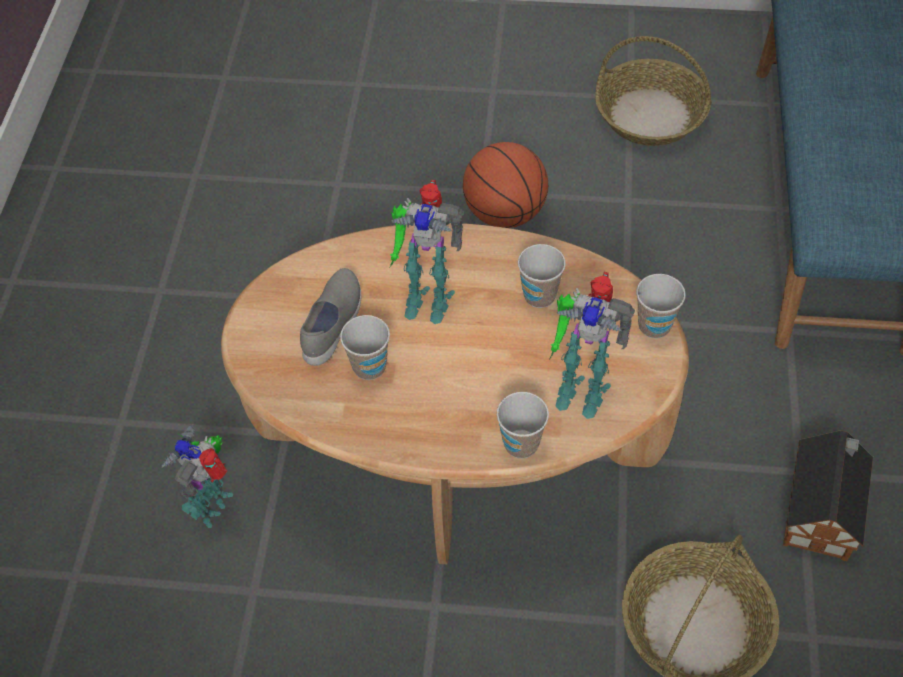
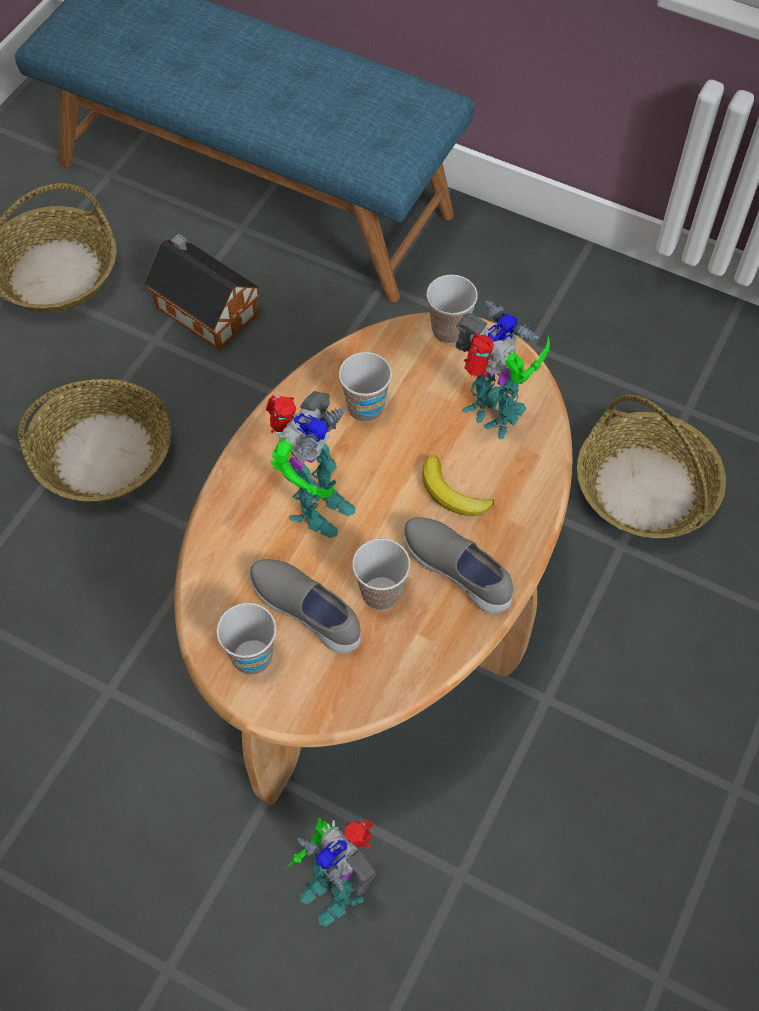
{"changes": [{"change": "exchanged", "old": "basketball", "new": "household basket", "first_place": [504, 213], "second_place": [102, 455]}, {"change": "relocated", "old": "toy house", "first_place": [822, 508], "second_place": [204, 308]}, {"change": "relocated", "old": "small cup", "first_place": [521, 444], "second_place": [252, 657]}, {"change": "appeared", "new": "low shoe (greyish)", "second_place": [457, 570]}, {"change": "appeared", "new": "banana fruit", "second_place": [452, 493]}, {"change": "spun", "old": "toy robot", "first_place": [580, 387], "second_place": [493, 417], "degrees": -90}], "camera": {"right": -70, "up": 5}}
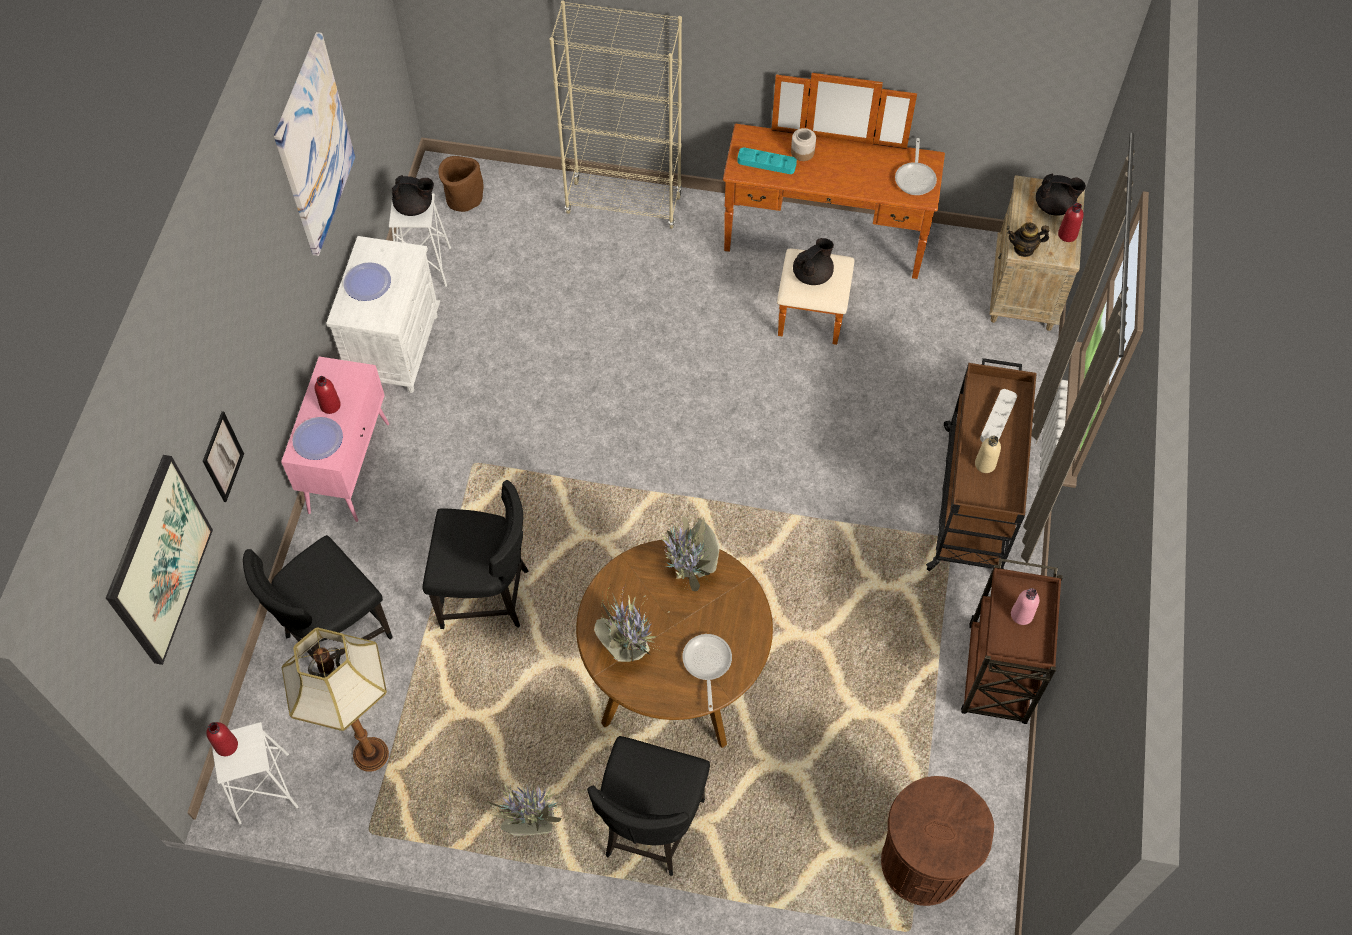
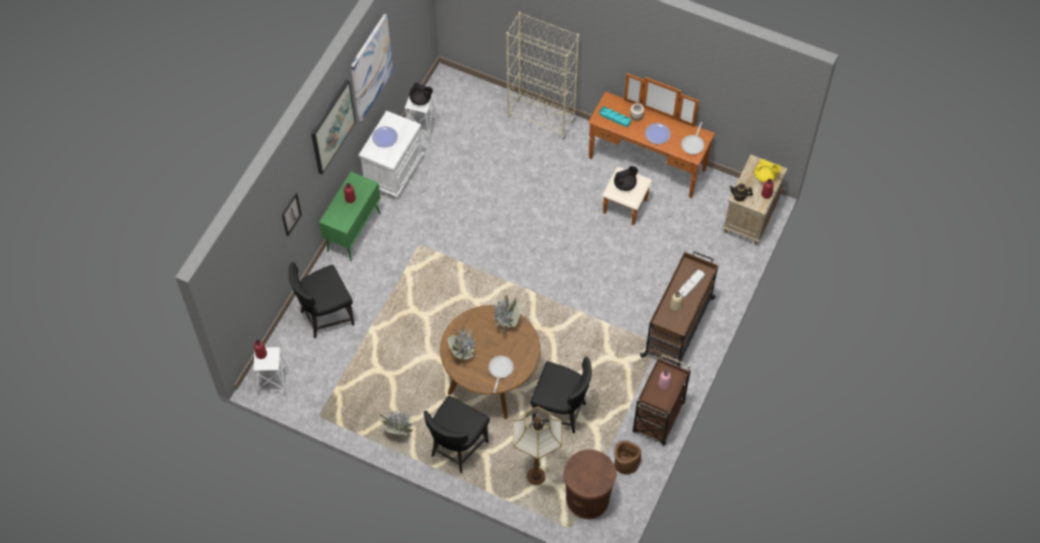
{"changes": [{"change": "relocated", "old": "wall picture", "first_place": [158, 561], "second_place": [332, 126]}, {"change": "colour", "old": "storage cabinet (pinkish)", "new": "storage cabinet (green)", "first_place": [349, 466], "second_place": [354, 232]}, {"change": "relocated", "old": "floor lamp", "first_place": [372, 755], "second_place": [536, 477]}, {"change": "relocated", "old": "upright chair (black)", "first_place": [487, 596], "second_place": [560, 412]}, {"change": "relocated", "old": "plant pot (brown-coloured)", "first_place": [464, 197], "second_place": [626, 463]}, {"change": "relocated", "old": "dinner plate", "first_place": [318, 439], "second_place": [657, 134]}, {"change": "colour", "old": "teapot (black)", "new": "teapot (yellow-coloured)", "first_place": [1054, 206], "second_place": [765, 177]}], "camera": {"right": 15, "up": 0}}
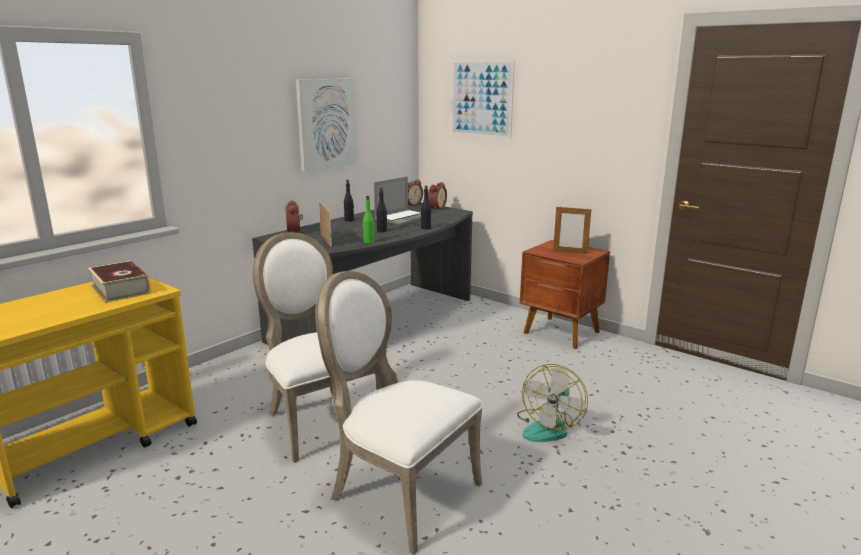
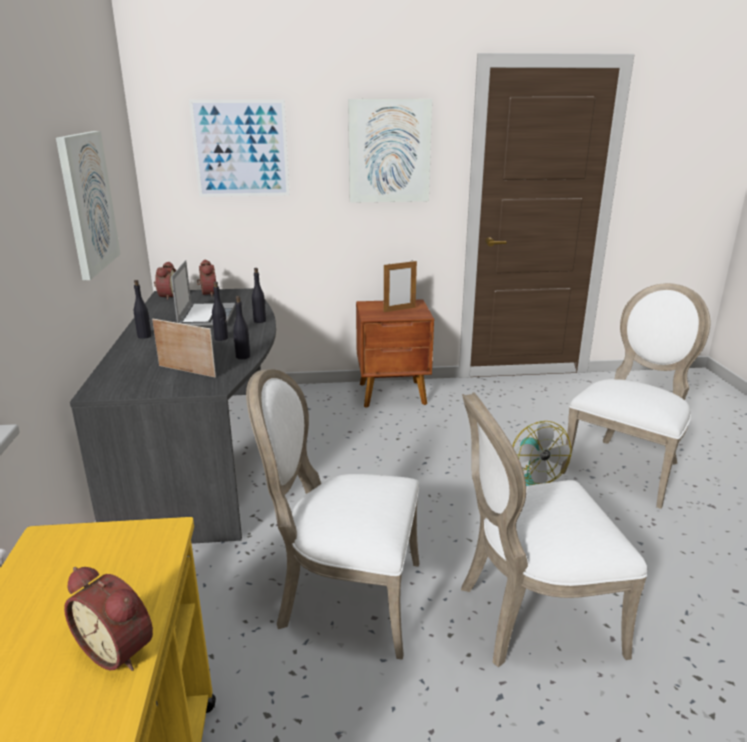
{"changes": [{"change": "relocated", "old": "alarm clock", "first_place": [295, 231], "second_place": [120, 648]}, {"change": "colour", "old": "drink bottle (green)", "new": "drink bottle (black)", "first_place": [368, 242], "second_place": [242, 356]}, {"change": "appeared", "new": "wall picture", "second_place": [389, 151]}, {"change": "appeared", "new": "upright chair (whitish)", "second_place": [626, 467]}, {"change": "missing", "old": "book", "first_place": [120, 289]}], "camera": {"right": -45, "up": 5}}
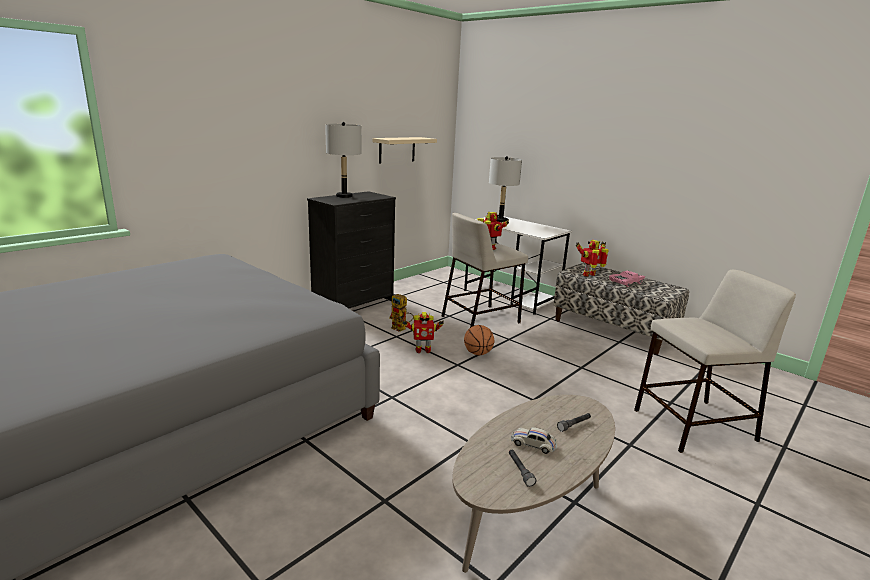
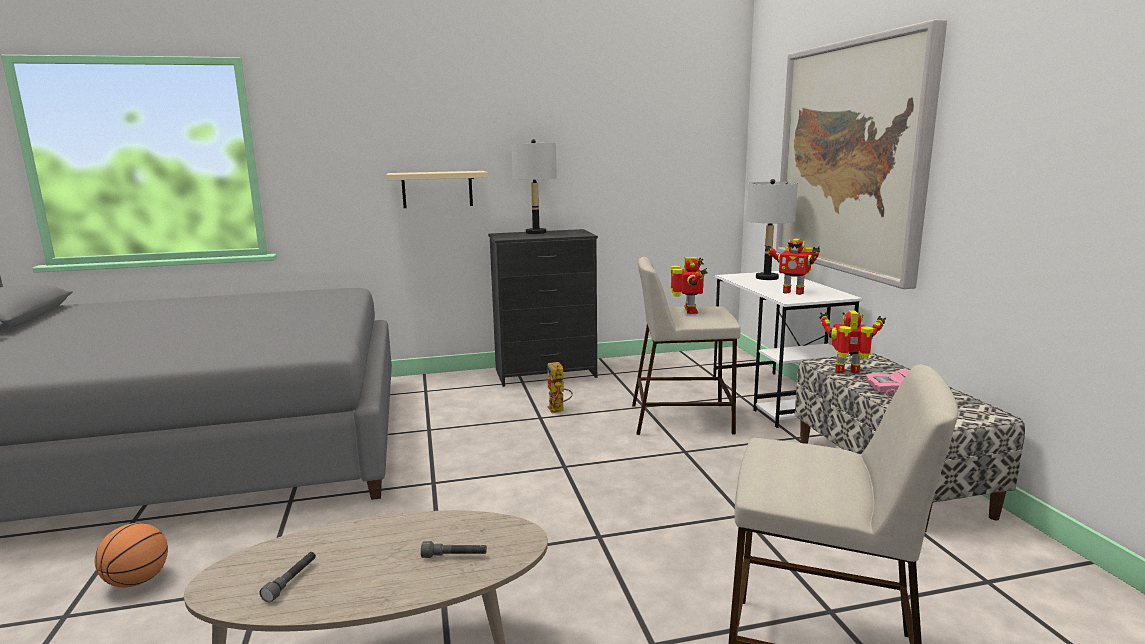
{"changes": [{"change": "relocated", "old": "basketball", "first_place": [478, 353], "second_place": [137, 581]}, {"change": "relocated", "old": "wall shelf (beige)", "first_place": [397, 150], "second_place": [437, 189]}, {"change": "relocated", "old": "toy robot", "first_place": [422, 350], "second_place": [792, 292]}, {"change": "appeared", "new": "wall picture", "second_place": [850, 158]}, {"change": "missing", "old": "miniature car (whitish)", "first_place": [533, 444]}], "camera": {"right": 35, "up": -5}}
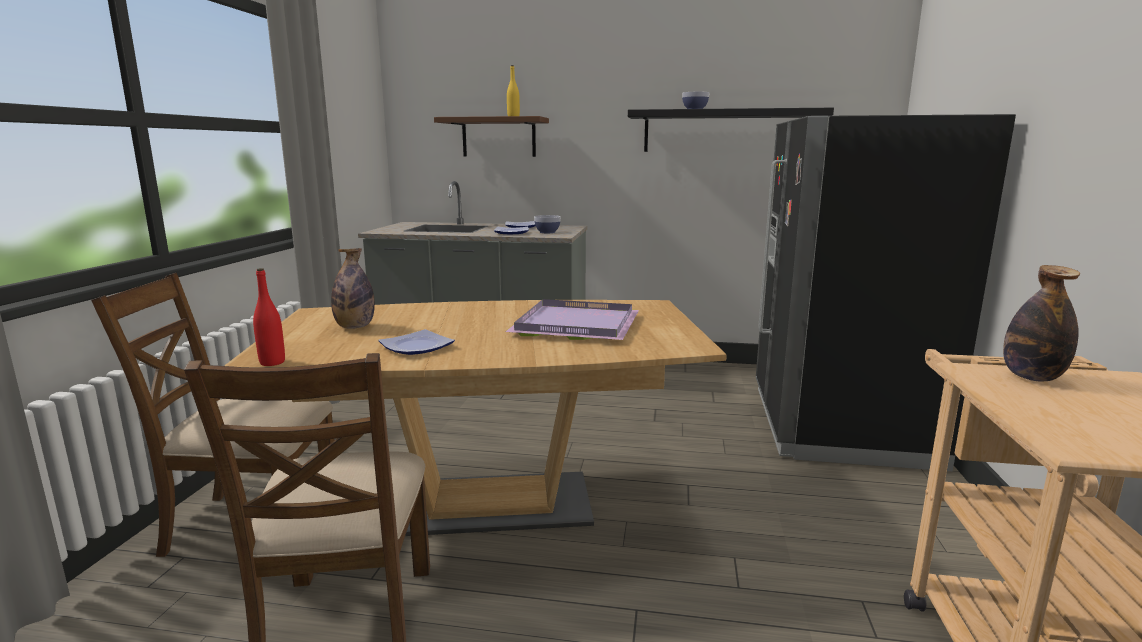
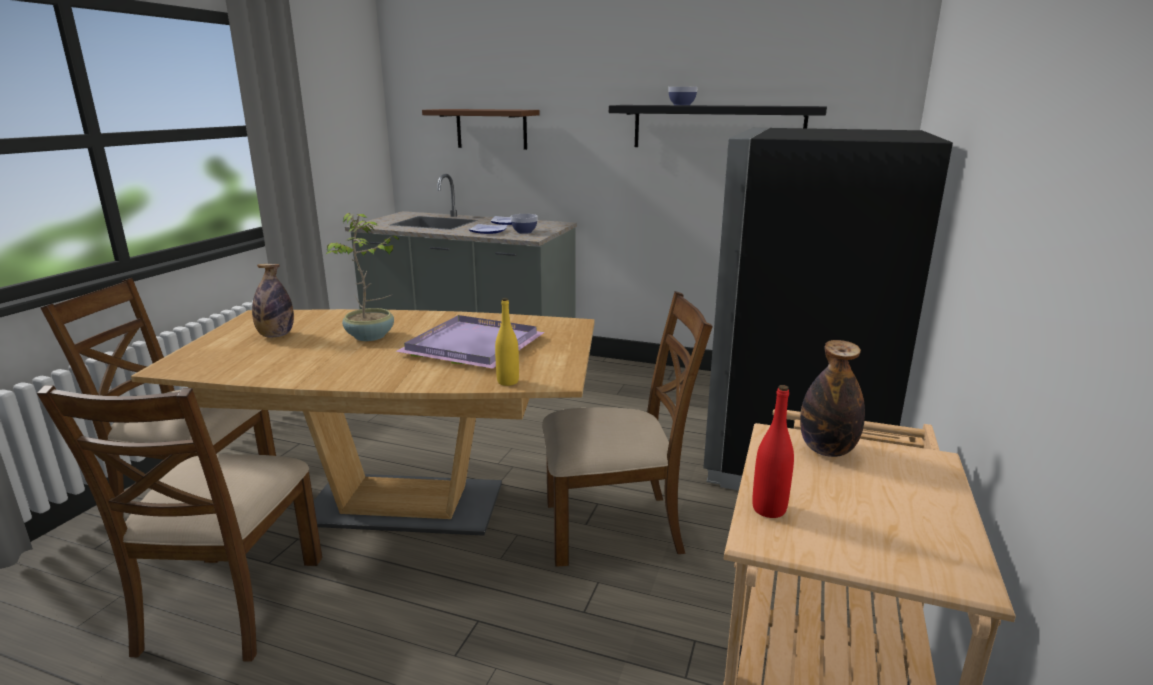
{"changes": [{"change": "appeared", "new": "potted plant", "second_place": [371, 336]}, {"change": "relocated", "old": "drink bottle (yellow-coloured)", "first_place": [513, 116], "second_place": [508, 381]}, {"change": "appeared", "new": "upright chair (brown-coloured)", "second_place": [614, 527]}, {"change": "relocated", "old": "drink bottle (red-coloured)", "first_place": [272, 362], "second_place": [769, 509]}, {"change": "missing", "old": "dinner plate", "first_place": [417, 346]}], "camera": {"right": 10, "up": 5}}
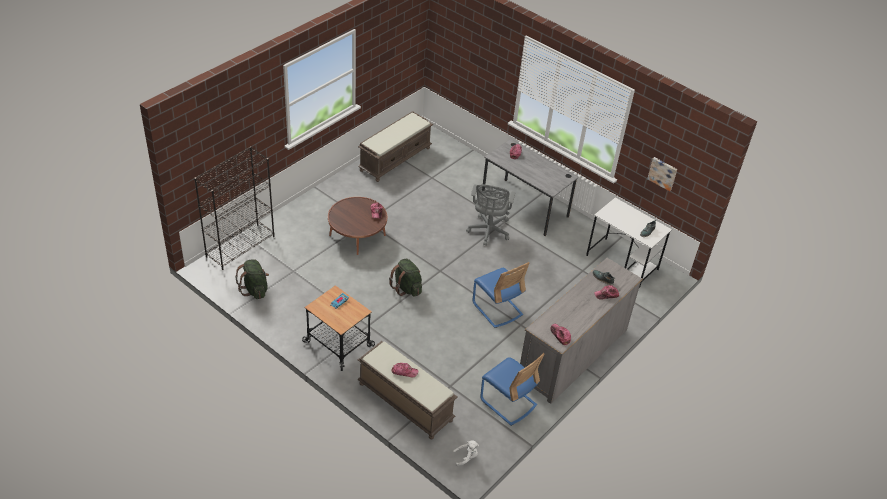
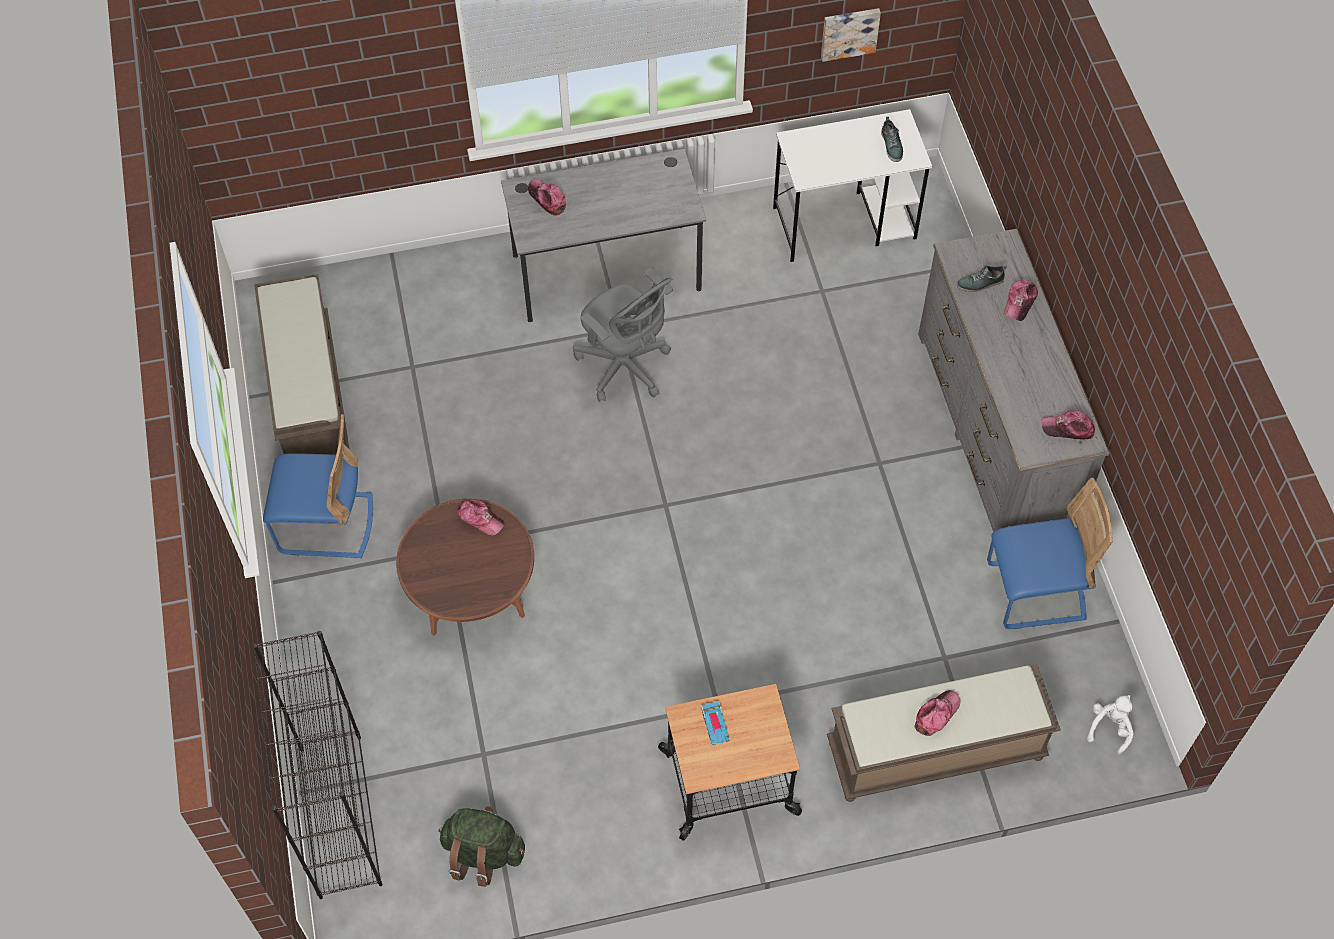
{"changes": [{"change": "relocated", "old": "upright chair (bluish)", "first_place": [497, 309], "second_place": [326, 524]}, {"change": "missing", "old": "rucksack (green)", "first_place": [406, 288]}], "camera": {"right": -50, "up": 15}}
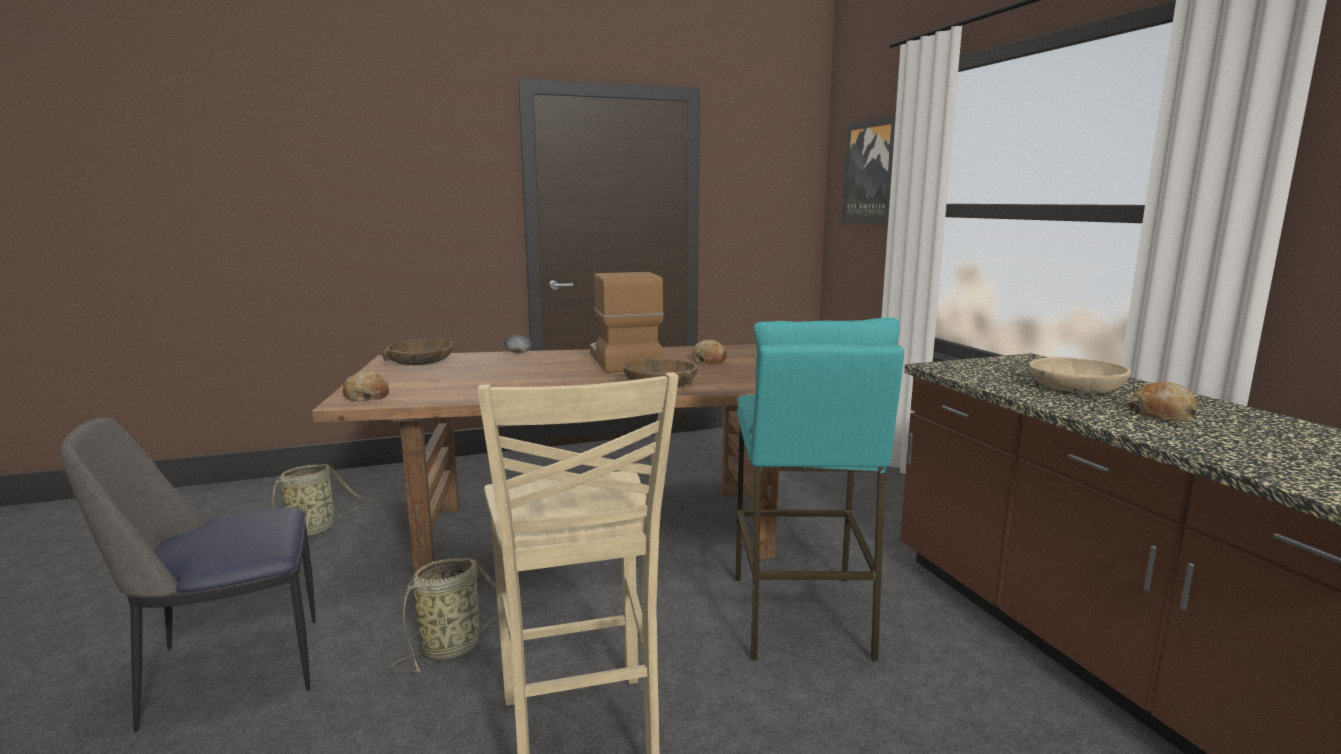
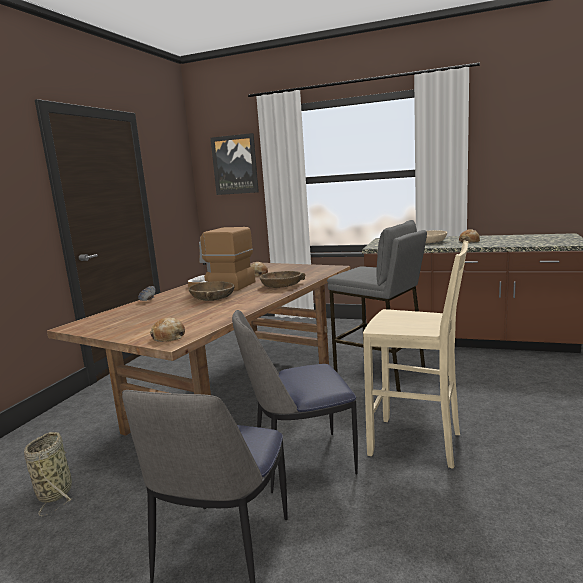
{"changes": [{"change": "relocated", "old": "serving bowl (brown-coloured)", "first_place": [420, 361], "second_place": [212, 297]}, {"change": "exchanged", "old": "household basket", "new": "upright chair", "first_place": [455, 646], "second_place": [300, 461]}, {"change": "colour", "old": "sitting stool (blue-green)", "new": "sitting stool (greyish)", "first_place": [800, 616], "second_place": [380, 374]}], "camera": {"right": -50, "up": 0}}
